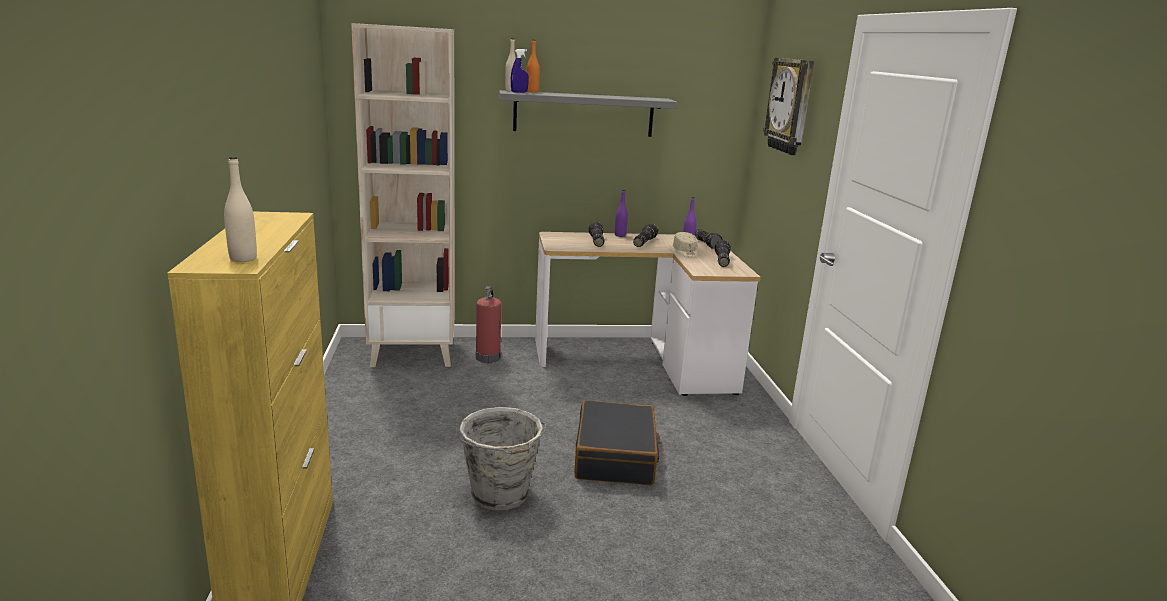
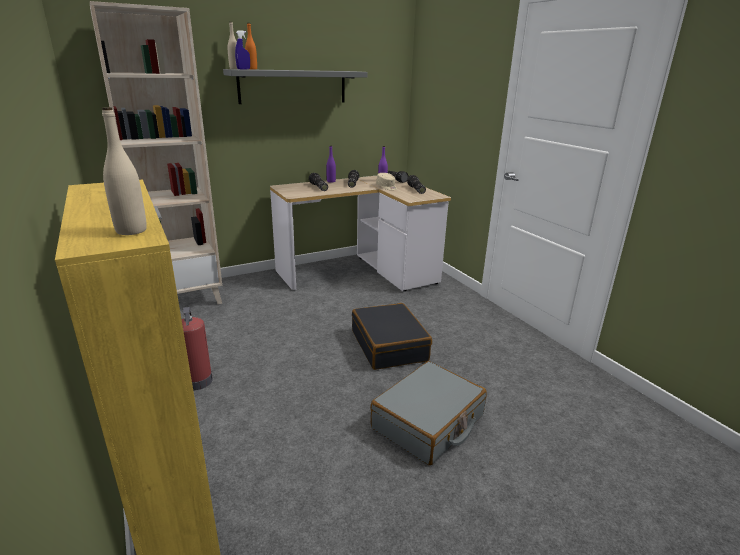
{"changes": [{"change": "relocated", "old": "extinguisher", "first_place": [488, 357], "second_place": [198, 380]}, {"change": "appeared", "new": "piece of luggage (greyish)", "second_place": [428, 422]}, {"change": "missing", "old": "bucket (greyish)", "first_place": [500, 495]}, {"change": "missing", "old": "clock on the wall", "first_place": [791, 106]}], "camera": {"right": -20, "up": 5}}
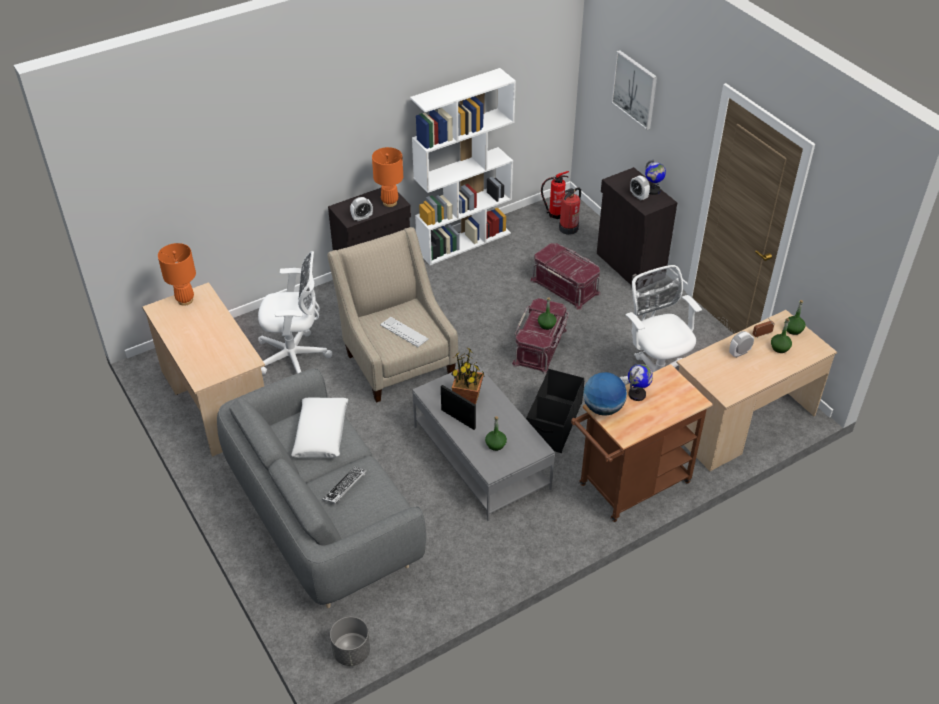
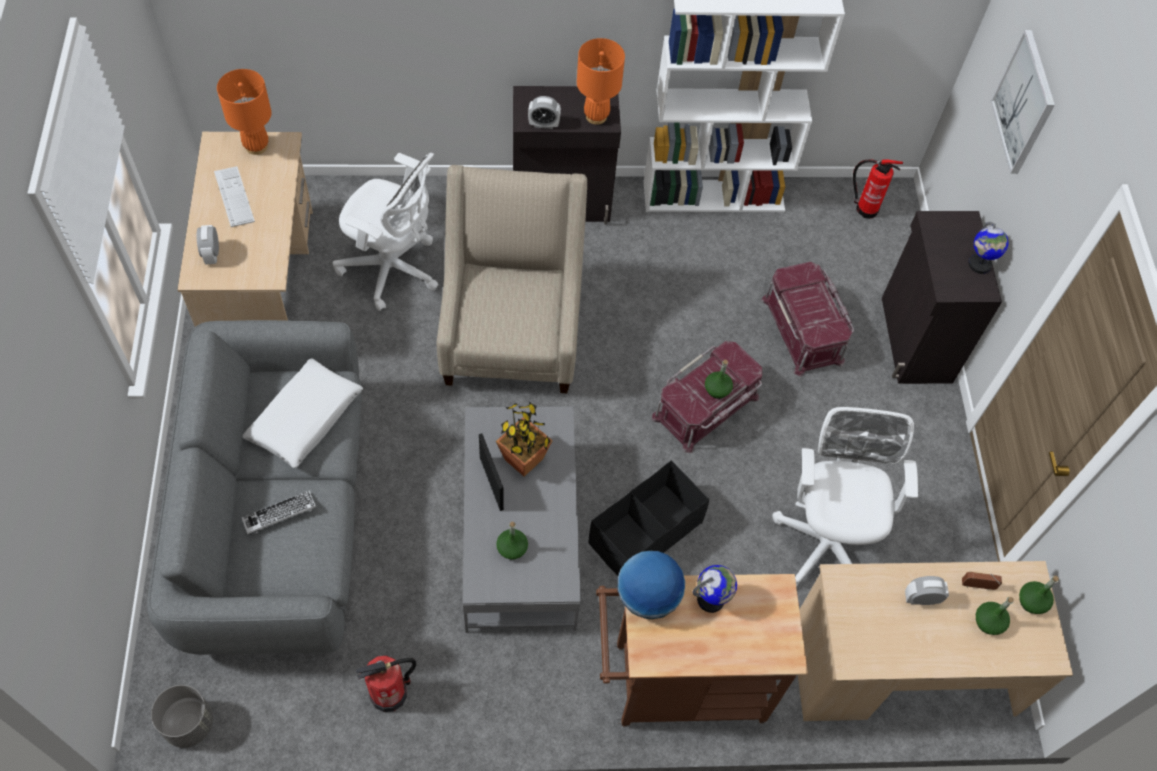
{"changes": [{"change": "relocated", "old": "alarm clock", "first_place": [638, 196], "second_place": [212, 254]}, {"change": "relocated", "old": "PC keyboard", "first_place": [404, 332], "second_place": [234, 197]}, {"change": "relocated", "old": "extinguisher", "first_place": [569, 228], "second_place": [389, 693]}], "camera": {"right": 25, "up": 15}}
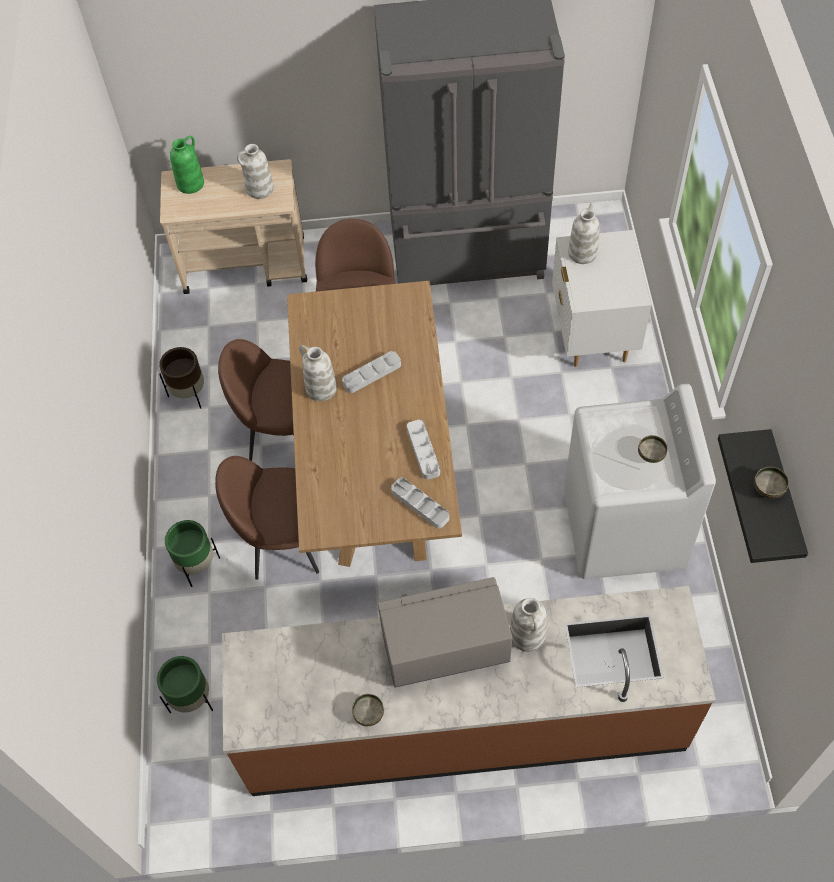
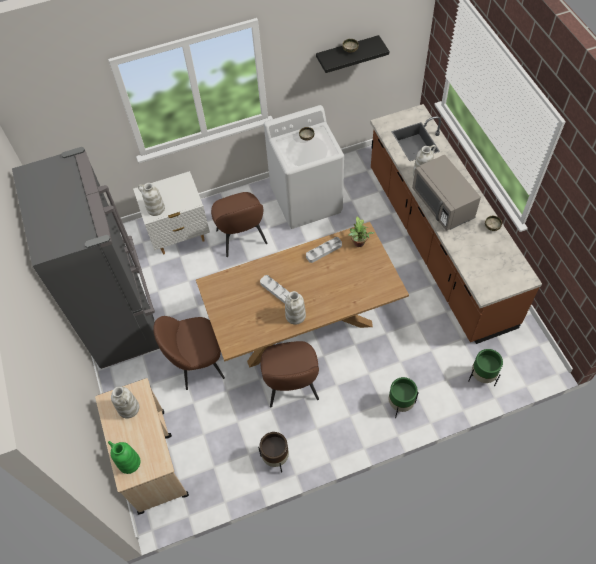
{"changes": [{"change": "relocated", "old": "upright chair (brown-coloured)", "first_place": [282, 541], "second_place": [242, 238]}, {"change": "exchanged", "old": "carrying tray (greyish)", "new": "potted plant", "first_place": [420, 504], "second_place": [359, 244]}], "camera": {"right": -105, "up": 0}}
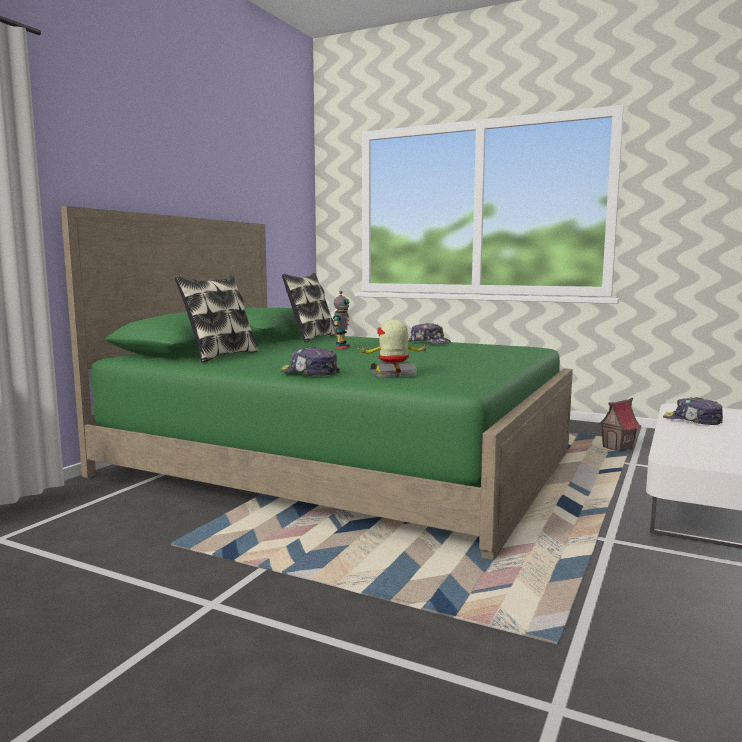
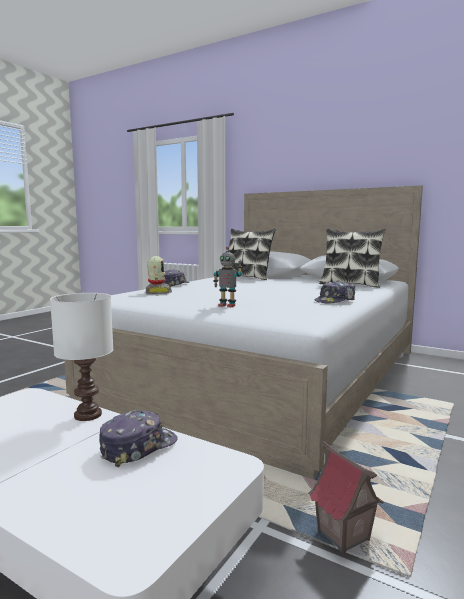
{"changes": [{"change": "appeared", "new": "tabletop lamp (whitish)", "second_place": [87, 415]}, {"change": "colour", "old": "bed (green)", "new": "bed (whitish)", "first_place": [340, 462], "second_place": [267, 373]}, {"change": "relocated", "old": "toy robot", "first_place": [341, 347], "second_place": [227, 305]}], "camera": {"right": 95, "up": 0}}
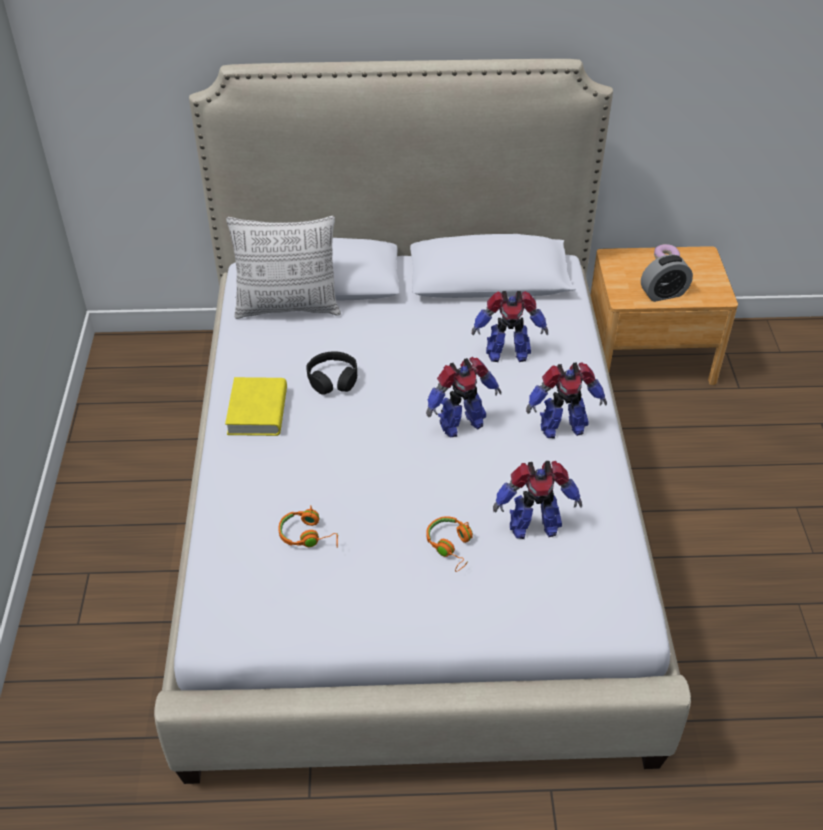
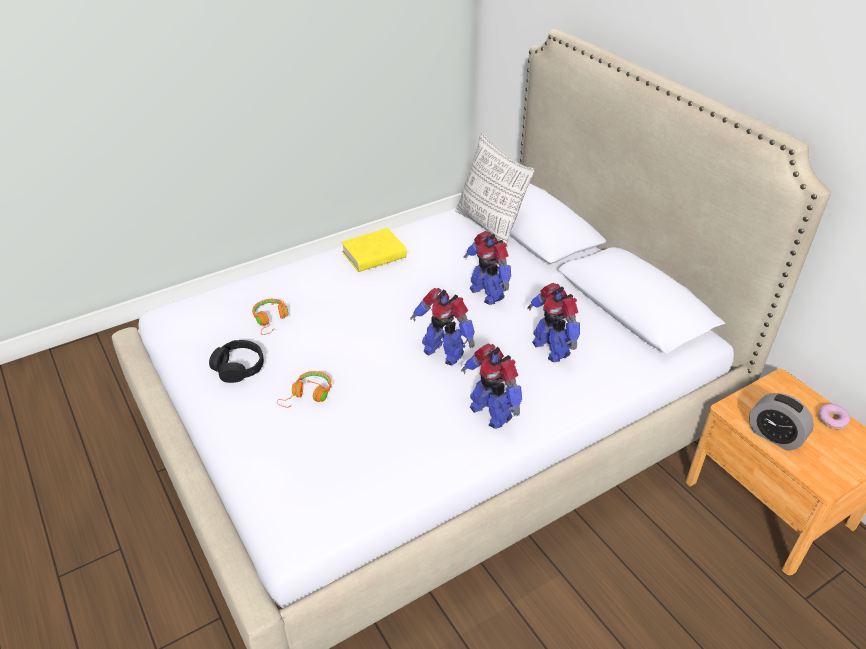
{"changes": [{"change": "relocated", "old": "pair of headphones (black)", "first_place": [333, 379], "second_place": [239, 367]}, {"change": "relocated", "old": "toy robot", "first_place": [533, 526], "second_place": [487, 293]}], "camera": {"right": 60, "up": -5}}
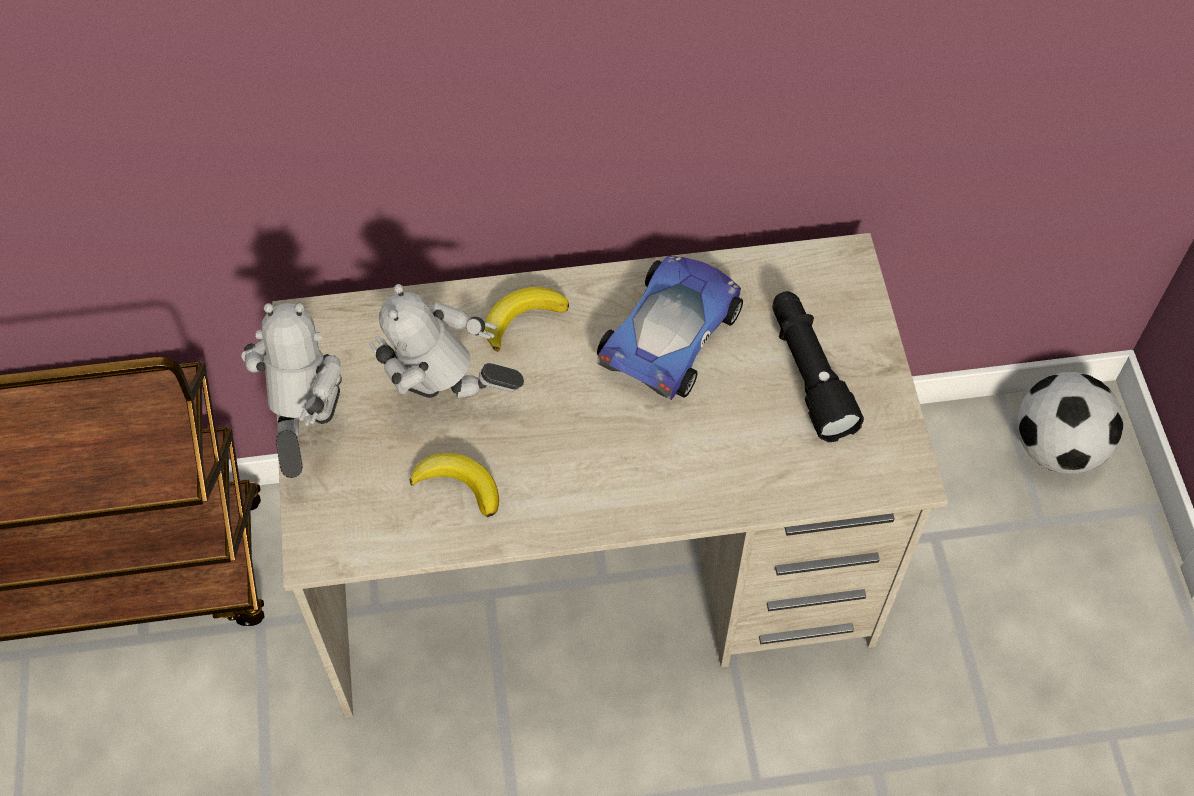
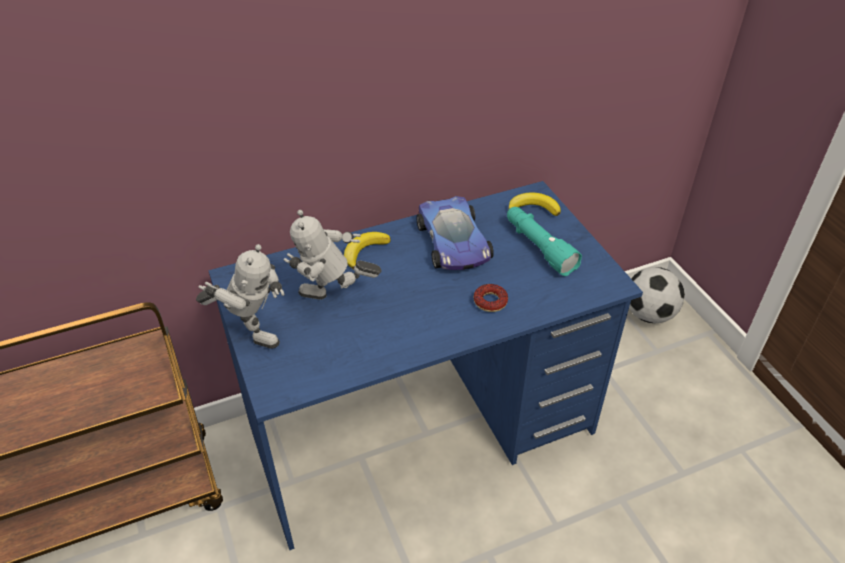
{"changes": [{"change": "spun", "old": "toy robot", "first_place": [309, 434], "second_place": [250, 332], "degrees": 120}, {"change": "colour", "old": "desk unit (beige)", "new": "desk unit (bluish)", "first_place": [597, 570], "second_place": [422, 429]}, {"change": "spun", "old": "miniature car", "first_place": [671, 333], "second_place": [453, 243], "degrees": 150}, {"change": "appeared", "new": "donut", "second_place": [490, 301]}, {"change": "colour", "old": "torch (black)", "new": "torch (blue-green)", "first_place": [808, 374], "second_place": [538, 247]}, {"change": "relocated", "old": "banana fruit", "first_place": [459, 485], "second_place": [534, 208]}], "camera": {"right": -15, "up": -15}}
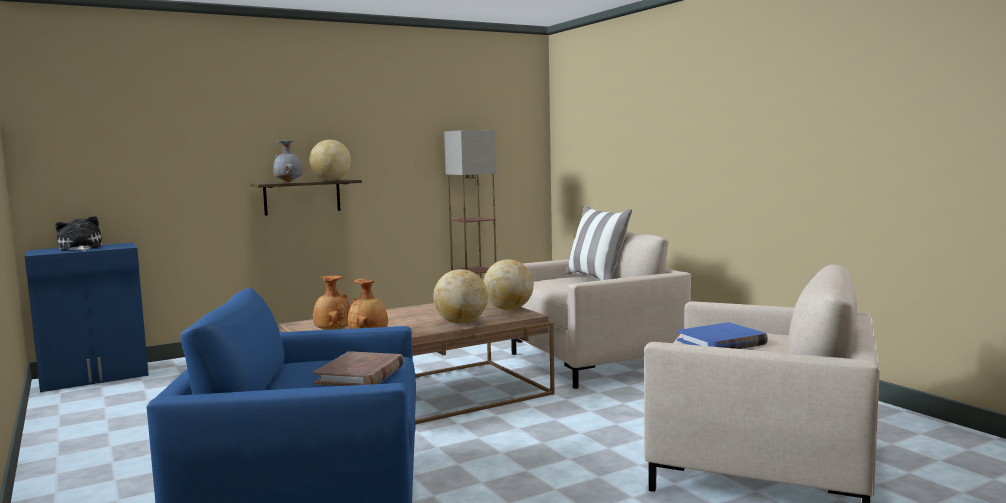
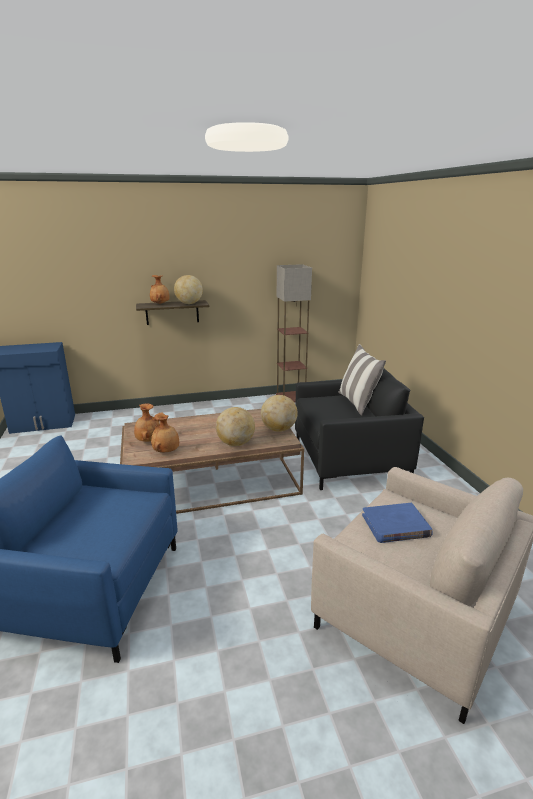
{"changes": [{"change": "colour", "old": "flower vase (greyish)", "new": "flower vase (brown-coloured)", "first_place": [289, 181], "second_place": [160, 304]}, {"change": "colour", "old": "lounge chair (beige)", "new": "lounge chair (black)", "first_place": [595, 361], "second_place": [349, 460]}, {"change": "missing", "old": "cuddly toy", "first_place": [80, 248]}, {"change": "missing", "old": "book (brown-coloured)", "first_place": [360, 374]}], "camera": {"right": 15, "up": 15}}
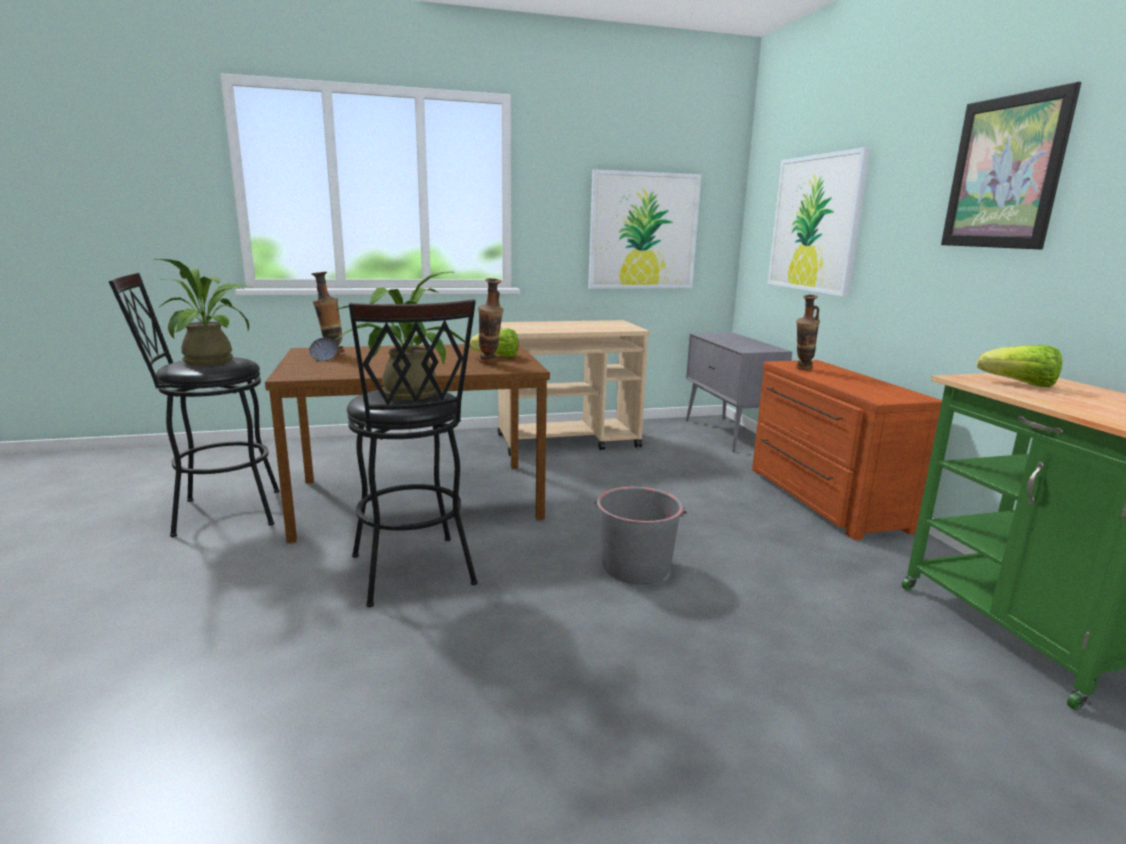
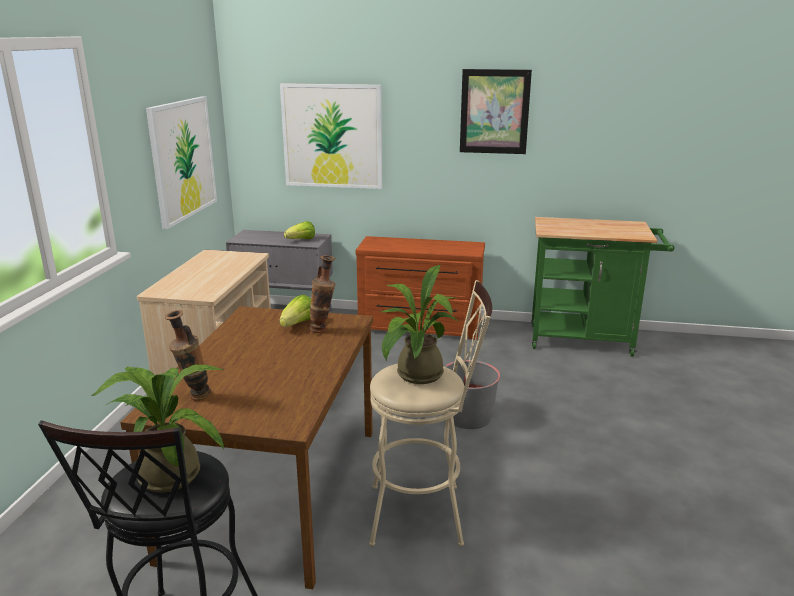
{"changes": [{"change": "relocated", "old": "head of lettuce", "first_place": [1019, 384], "second_place": [301, 240]}, {"change": "colour", "old": "sitting stool (black)", "new": "sitting stool (beige)", "first_place": [414, 575], "second_place": [426, 514]}, {"change": "missing", "old": "serving bowl", "first_place": [324, 359]}, {"change": "missing", "old": "flower vase", "first_place": [802, 369]}], "camera": {"right": -65, "up": 5}}
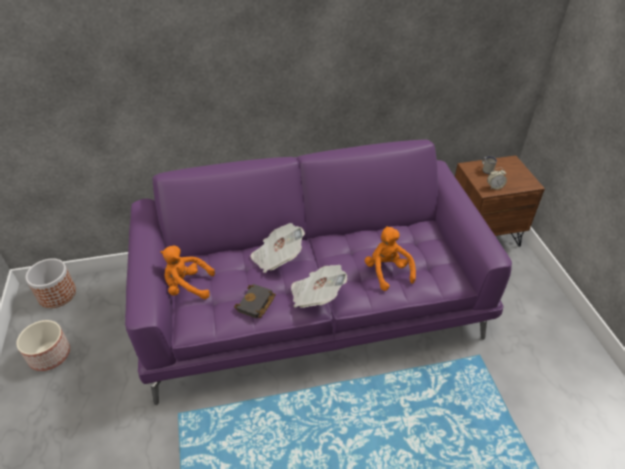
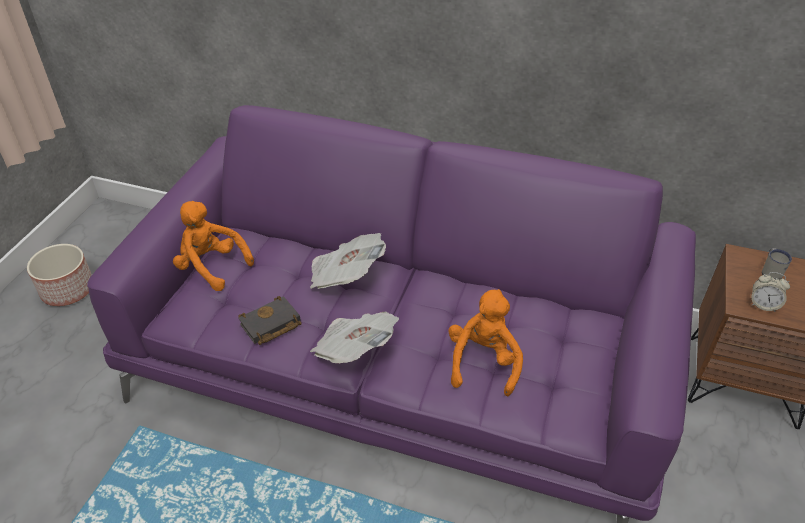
{"changes": [{"change": "missing", "old": "plant pot", "first_place": [57, 294]}], "camera": {"right": 30, "up": 0}}
